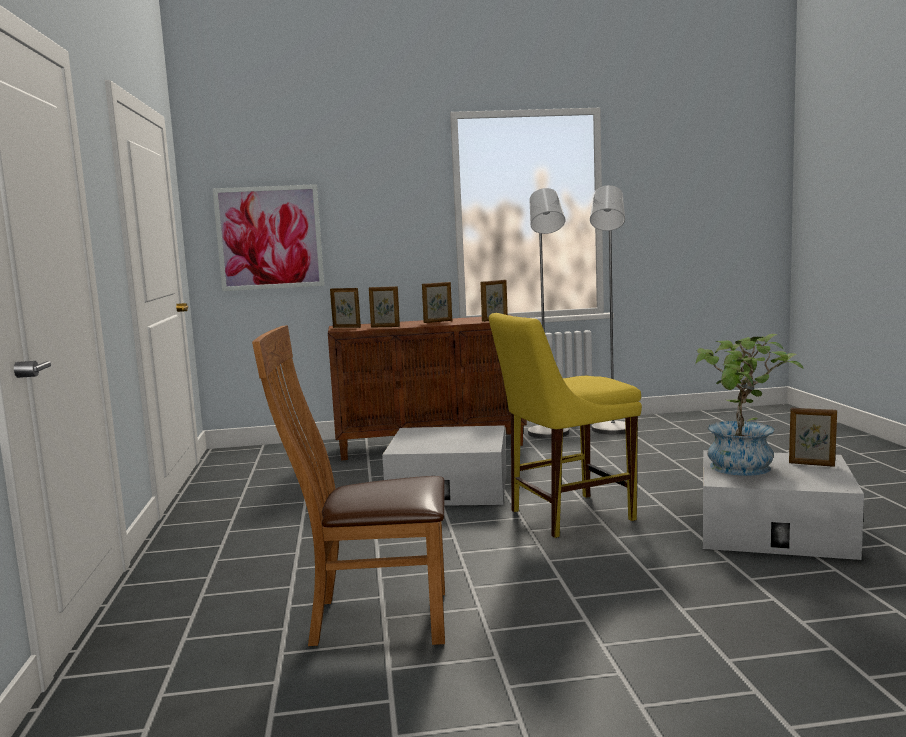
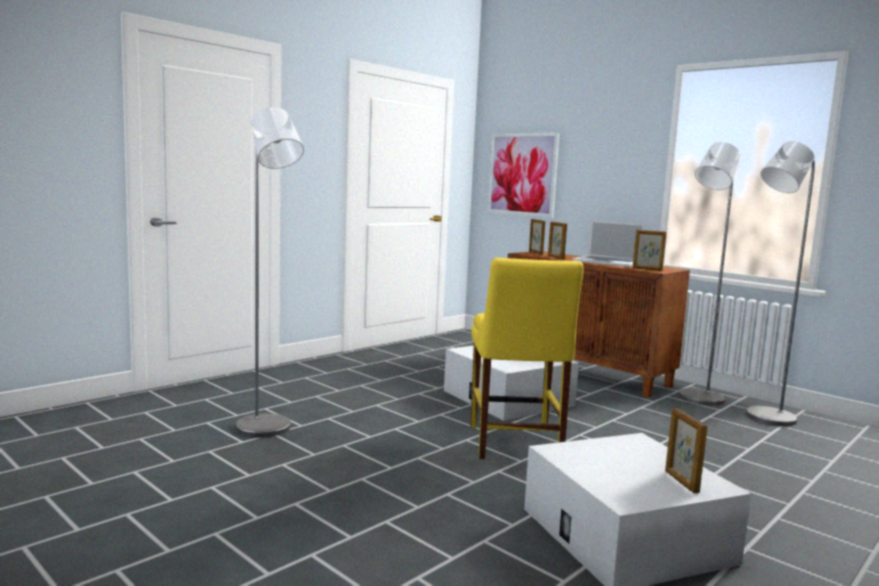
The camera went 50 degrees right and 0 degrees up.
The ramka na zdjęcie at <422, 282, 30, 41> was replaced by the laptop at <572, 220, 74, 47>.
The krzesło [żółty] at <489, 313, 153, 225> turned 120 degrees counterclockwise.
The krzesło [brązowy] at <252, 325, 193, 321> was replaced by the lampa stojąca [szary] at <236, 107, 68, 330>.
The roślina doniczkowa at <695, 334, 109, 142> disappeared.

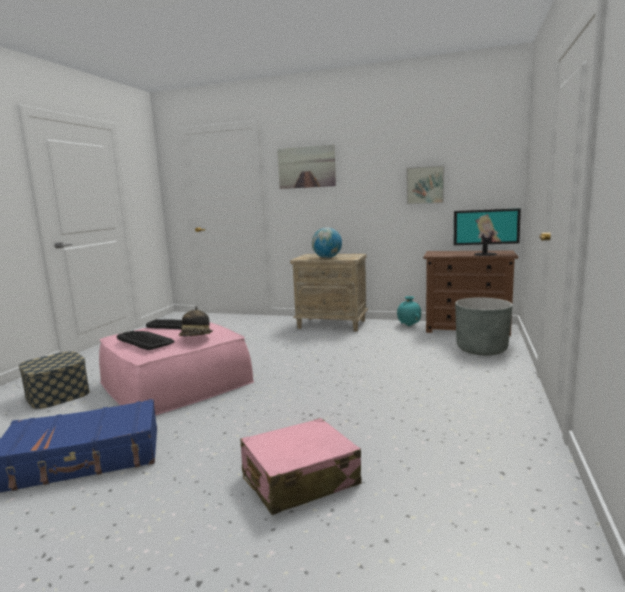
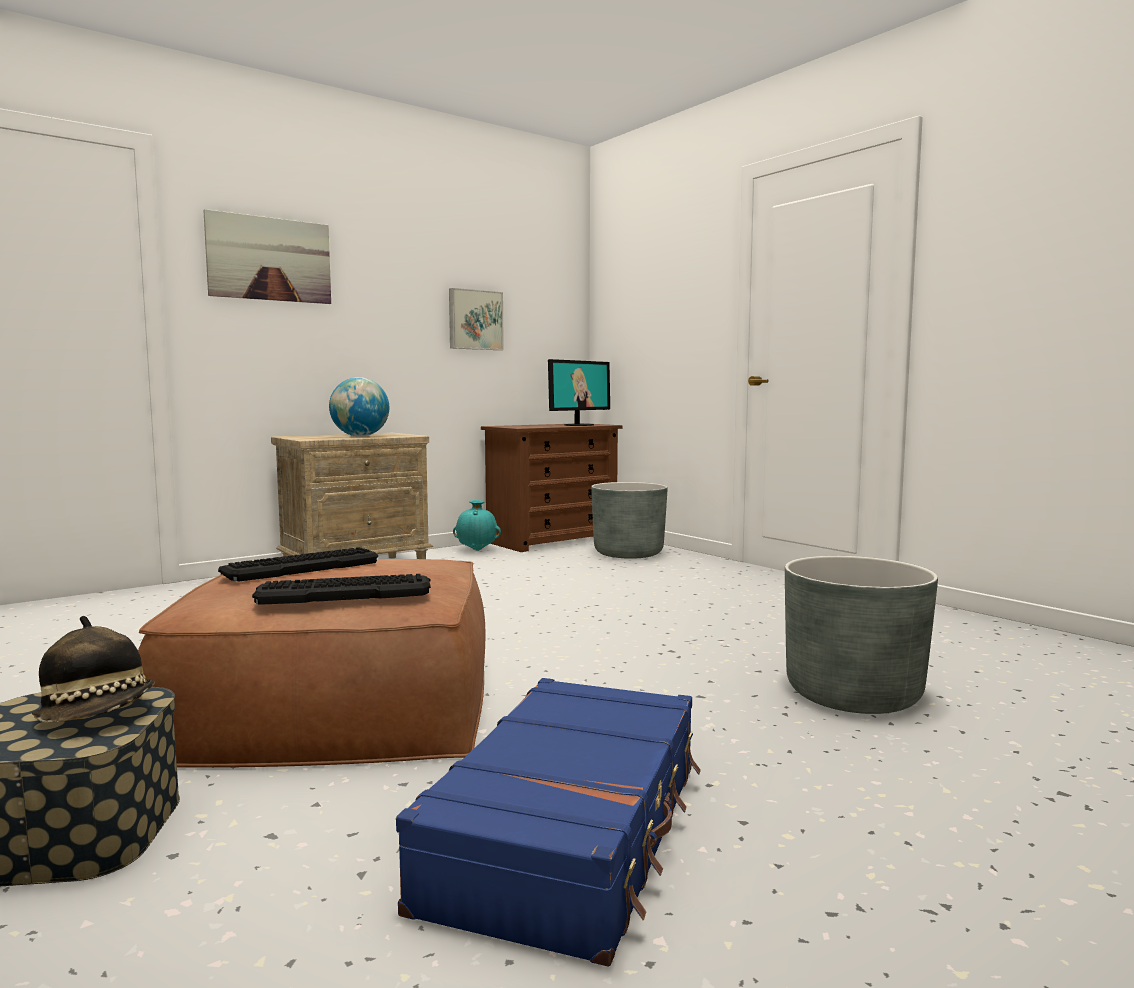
The camera went 55 degrees left and 5 degrees down.
The kapelusz moved from <179, 306, 34, 30> to <32, 616, 123, 106>.
The pufa [różowy] at <99, 322, 155, 94> became the pufa [brązowy] at <138, 559, 347, 209>.
The walizka [różowy] at <240, 418, 122, 97> was replaced by the donica [szary] at <785, 556, 153, 158>.

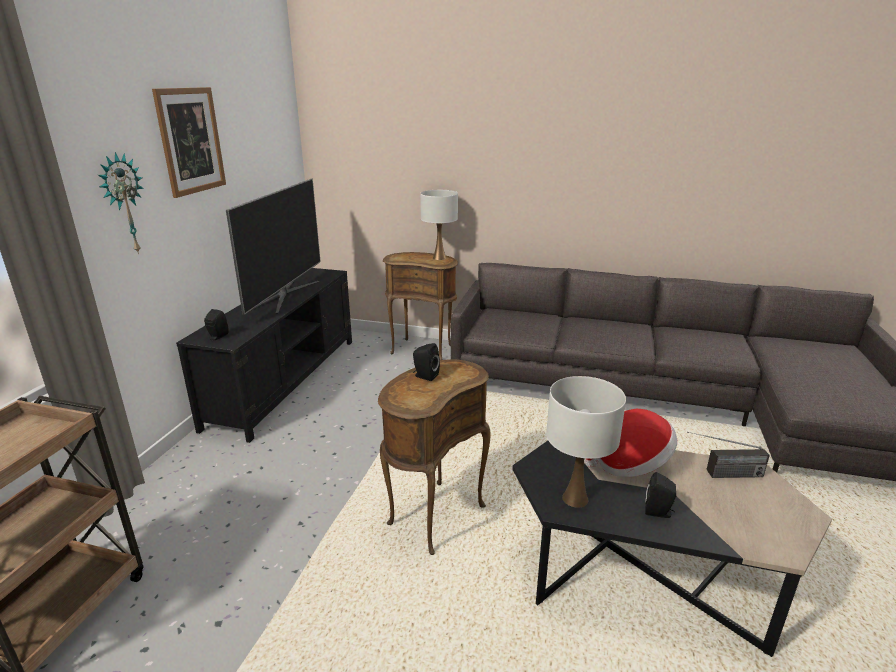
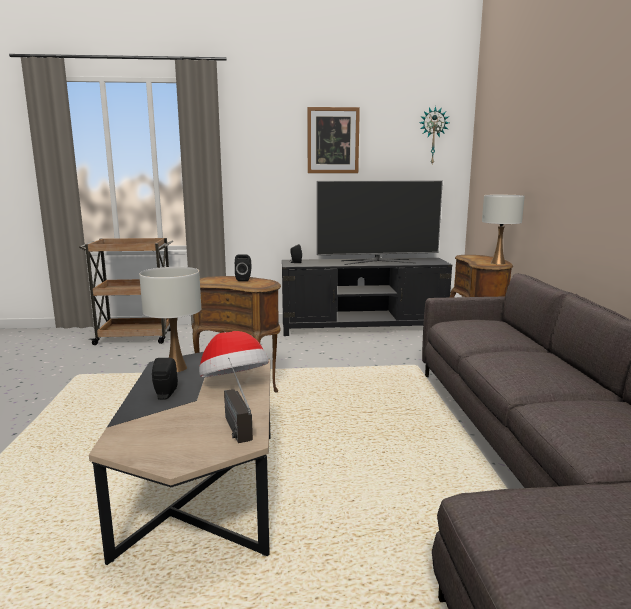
The camera went 70 degrees right and 10 degrees down.
The zegar ścienny moved from <98, 152, 46, 102> to <420, 106, 29, 58>.

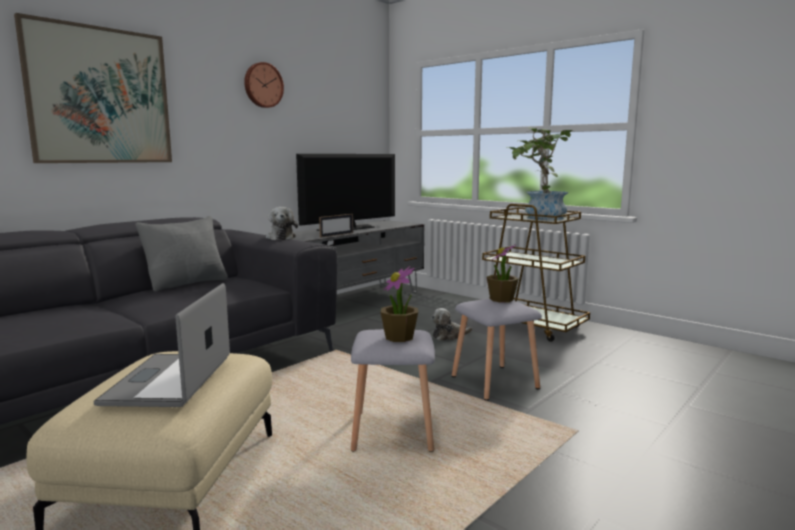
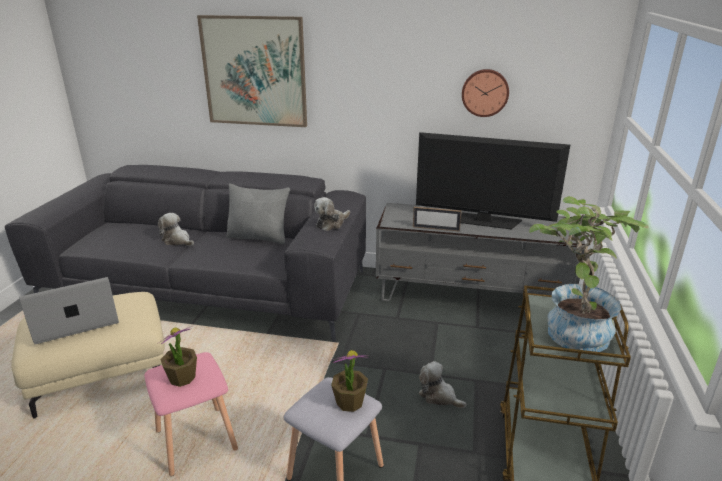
The camera went 60 degrees right and 15 degrees up.
The zegar ścienny moved from <244, 62, 40, 46> to <462, 69, 47, 48>.
The stołek [szary] at <351, 329, 84, 123> became the stołek [różowy] at <144, 352, 94, 124>.
The pluszak at <158, 213, 36, 33> appeared.

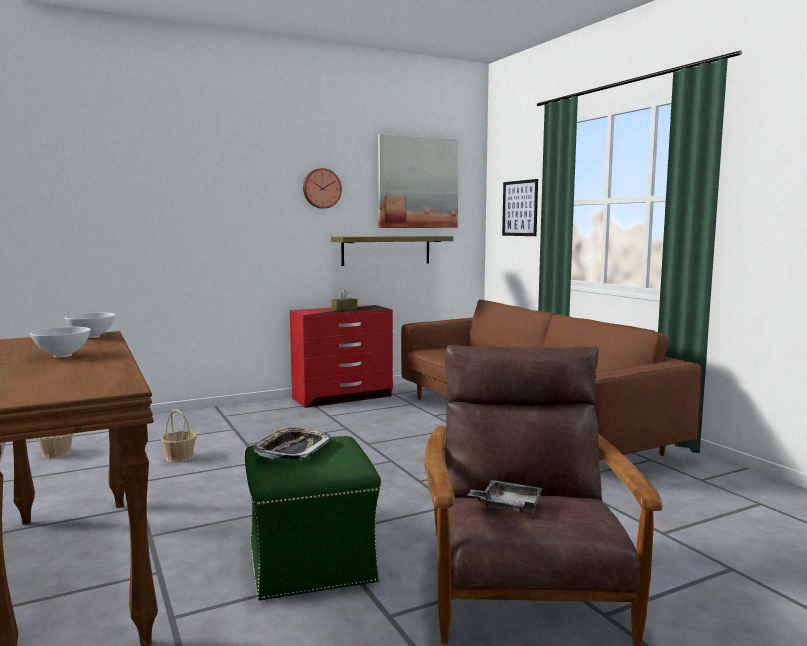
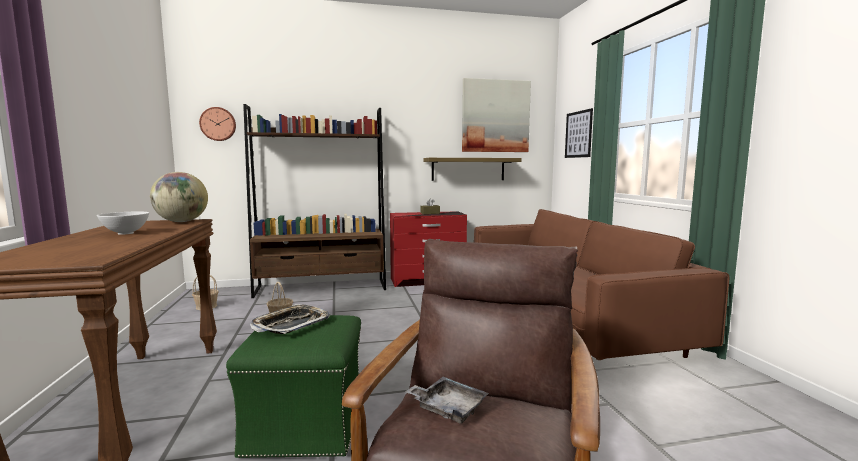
The camera went 15 degrees right and 0 degrees up.
The zegar ścienny moved from <303, 168, 39, 41> to <199, 107, 37, 34>.
The miska [biały] at <65, 313, 51, 25> was replaced by the globus at <150, 172, 58, 50>.
The regał [brązowy] at <243, 104, 143, 194> appeared.

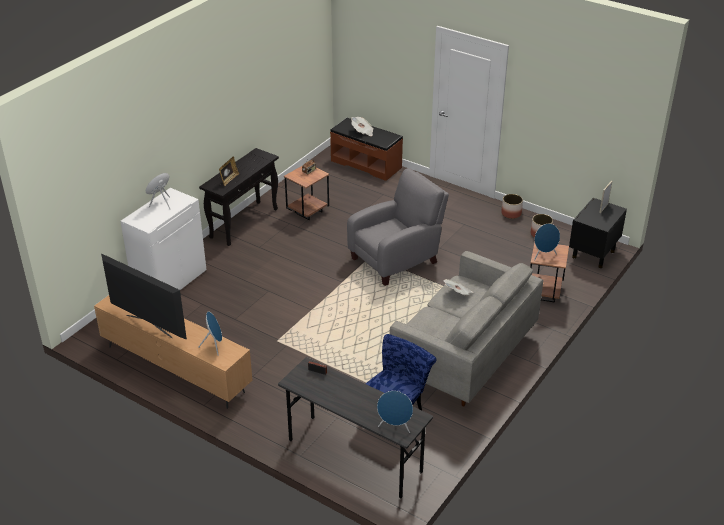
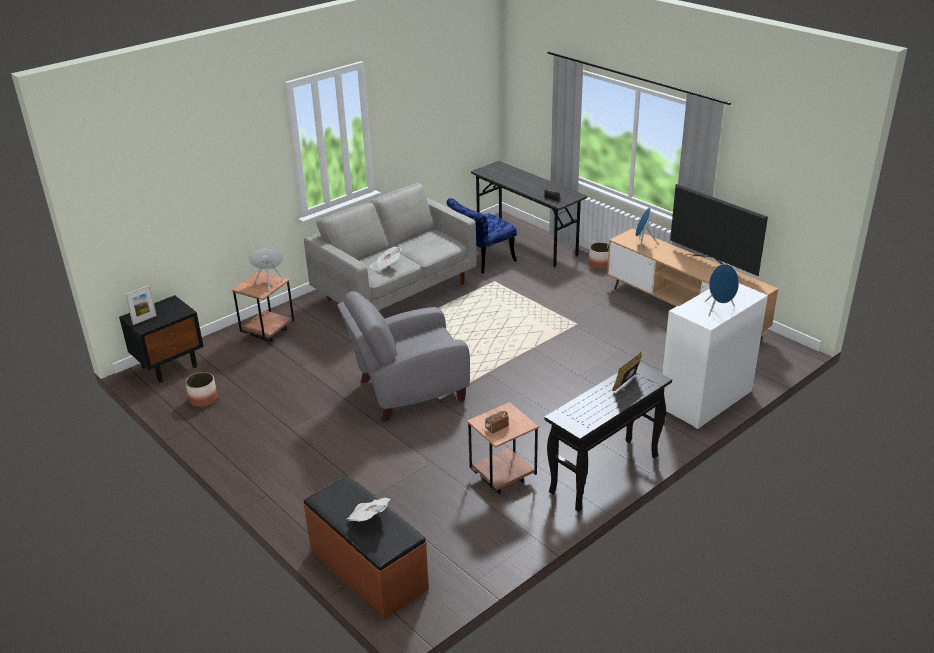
The camera went 165 degrees left and 5 degrees down.
The donica moved from <501, 194, 22, 25> to <588, 242, 21, 28>.
The głośnik [niebieski] at <377, 391, 36, 42> disappeared.

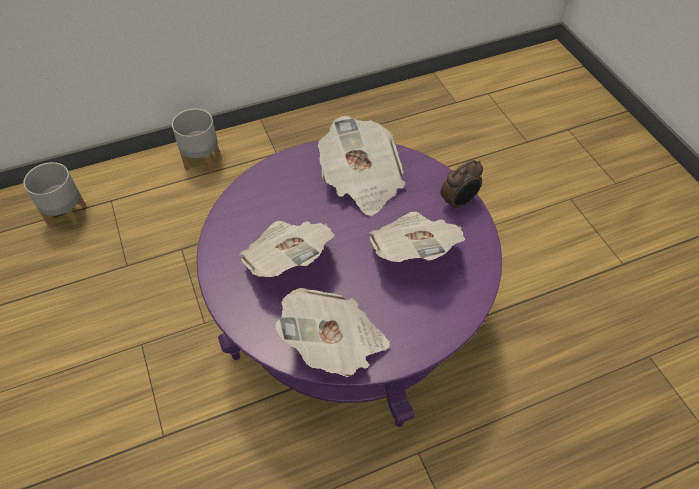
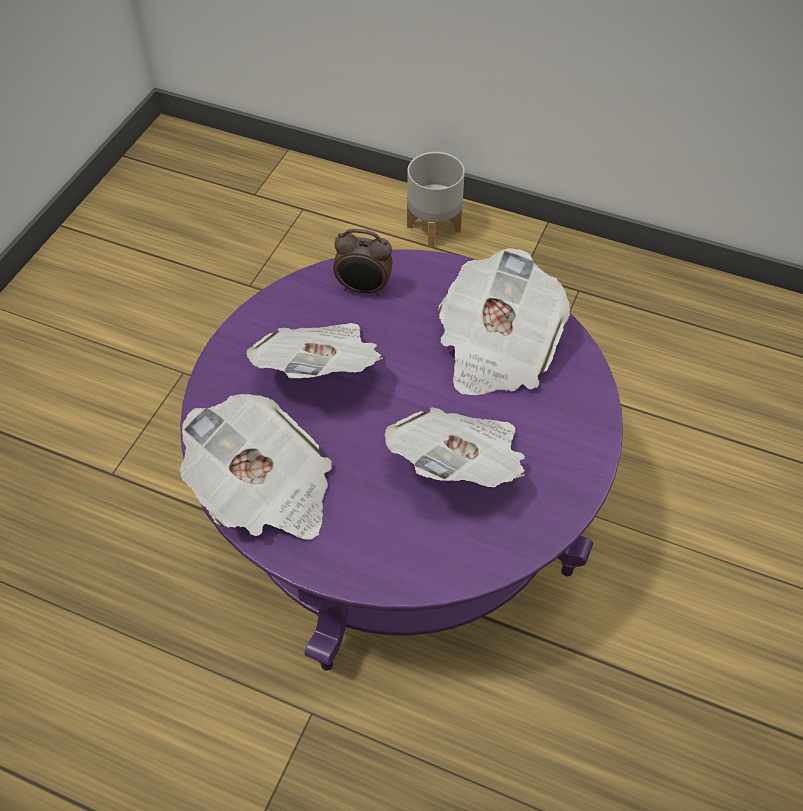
The camera went 45 degrees right and 0 degrees up.
The budzik moved from <441, 159, 42, 52> to <333, 229, 59, 67>.
The donica [szary] at <23, 162, 63, 66> disappeared.

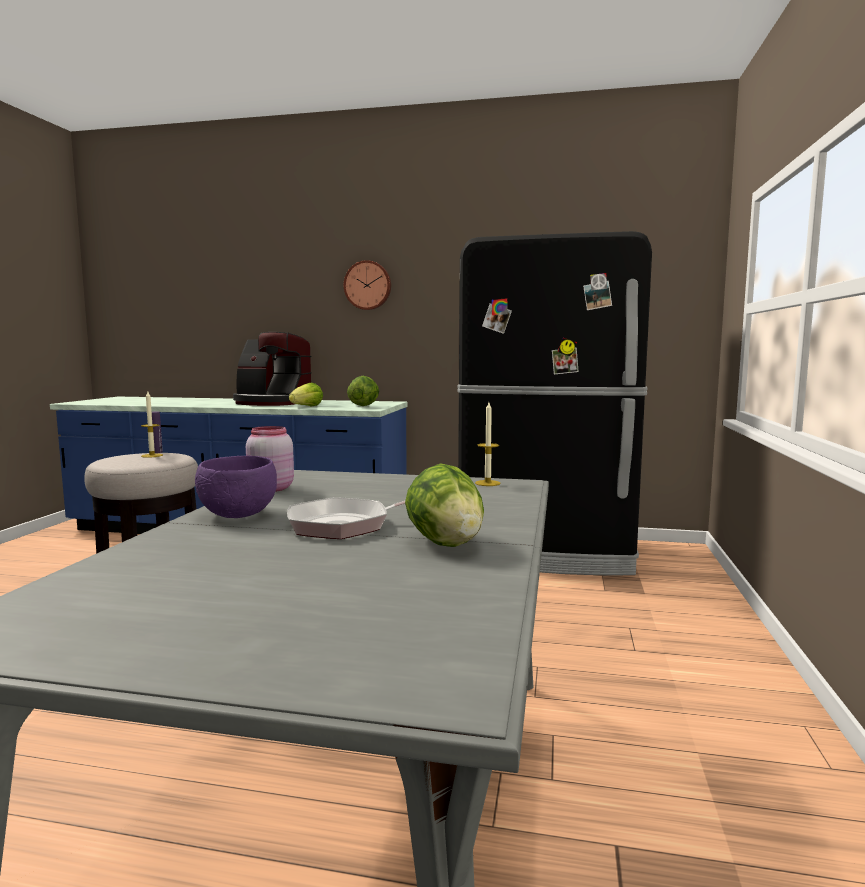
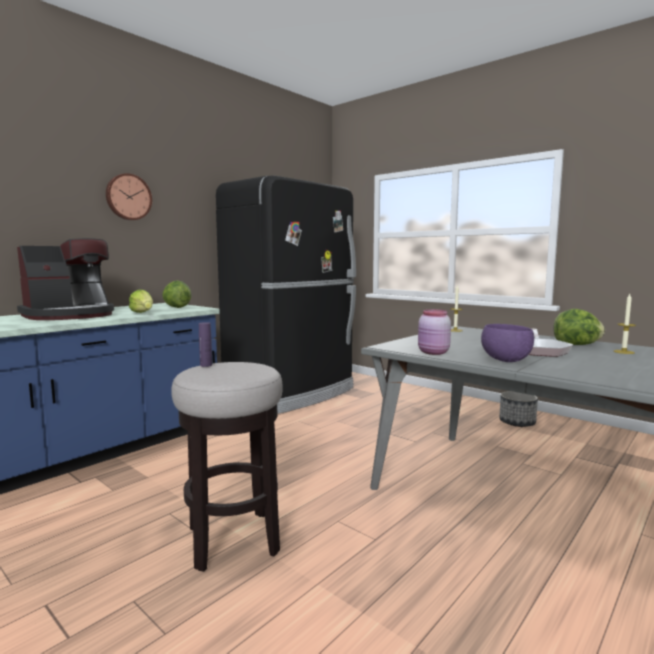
The camera went 60 degrees left and 0 degrees up.
The świeca moved from <141, 392, 22, 66> to <614, 294, 22, 60>.
The donica at <499, 391, 39, 36> appeared.

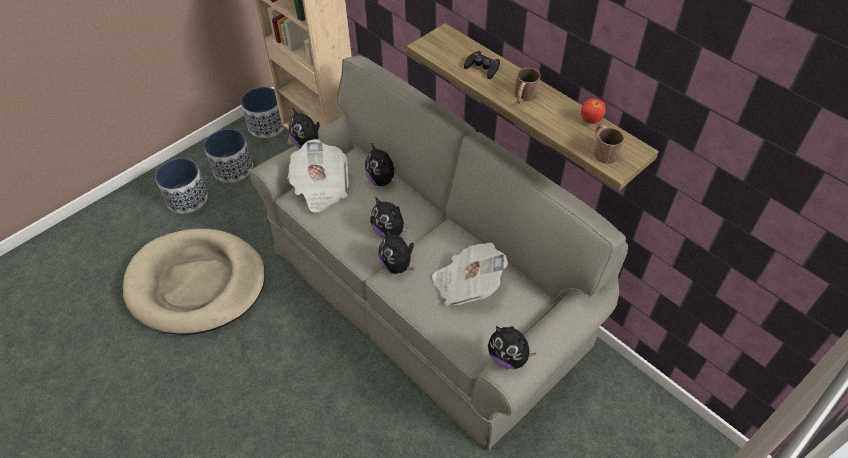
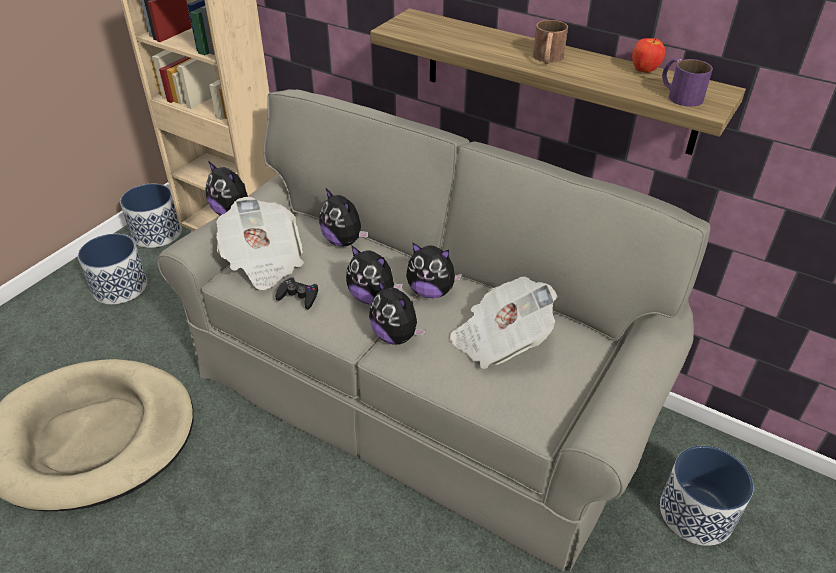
The camera went 15 degrees left and 10 degrees down.
The pad do gier [czarny] moved from <464, 51, 36, 28> to <276, 277, 42, 32>.
The kubek [brązowy] at <594, 125, 30, 39> became the kubek [fioletowy] at <662, 58, 51, 49>.
The donica moved from <155, 158, 53, 56> to <660, 446, 93, 100>.
The pluszak moved from <488, 326, 49, 43> to <406, 243, 56, 55>.

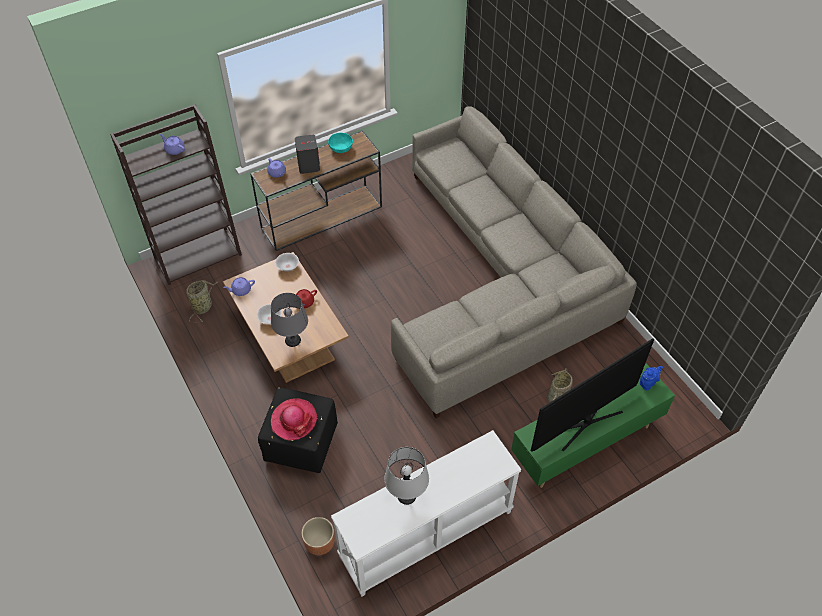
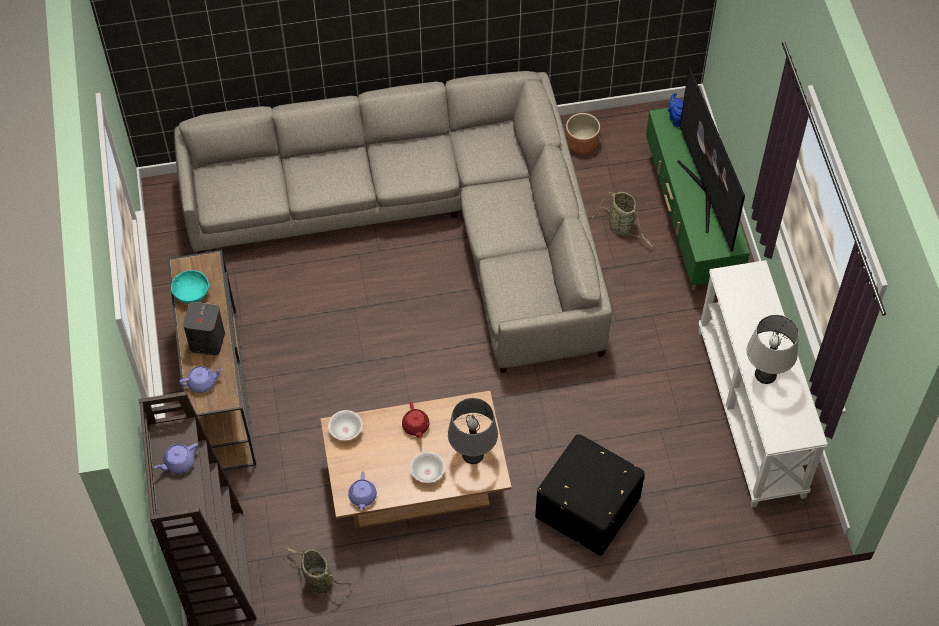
The camera went 70 degrees left and 5 degrees up.
The kapelusz at <271, 398, 47, 43> disappeared.
The donica [brązowy] moved from <301, 517, 34, 38> to <566, 113, 34, 41>.

